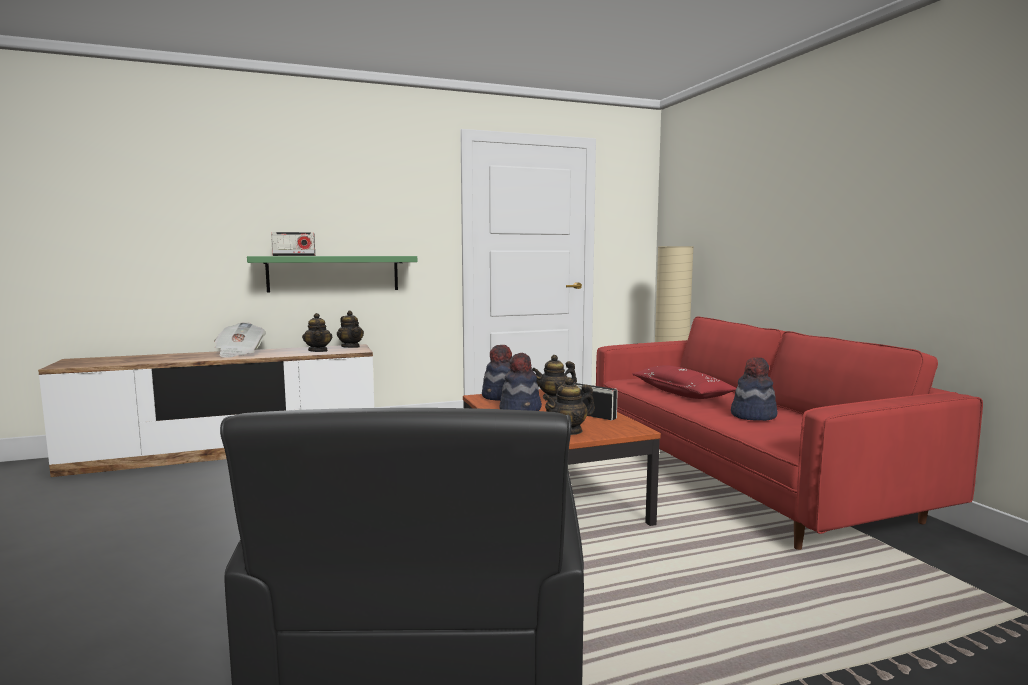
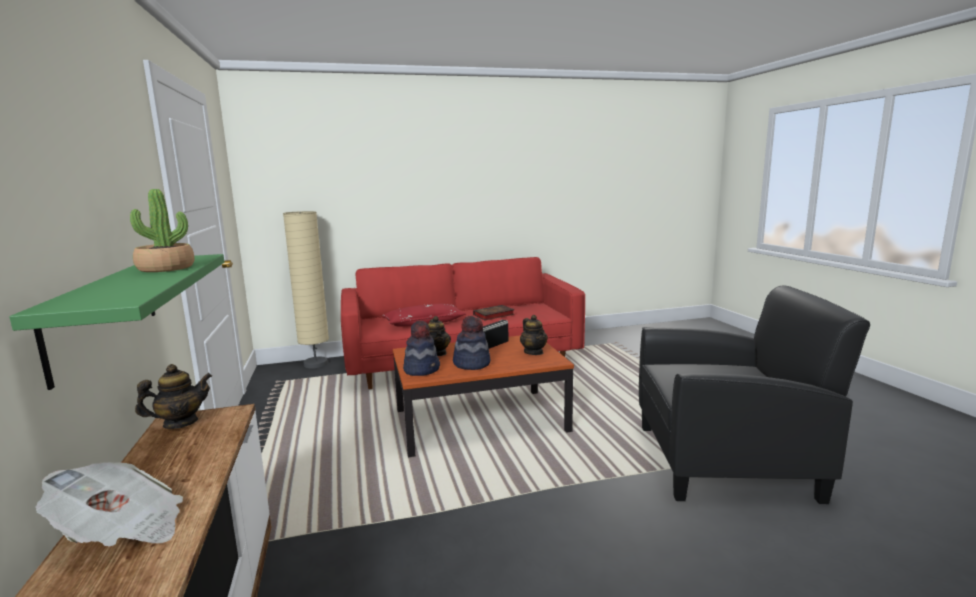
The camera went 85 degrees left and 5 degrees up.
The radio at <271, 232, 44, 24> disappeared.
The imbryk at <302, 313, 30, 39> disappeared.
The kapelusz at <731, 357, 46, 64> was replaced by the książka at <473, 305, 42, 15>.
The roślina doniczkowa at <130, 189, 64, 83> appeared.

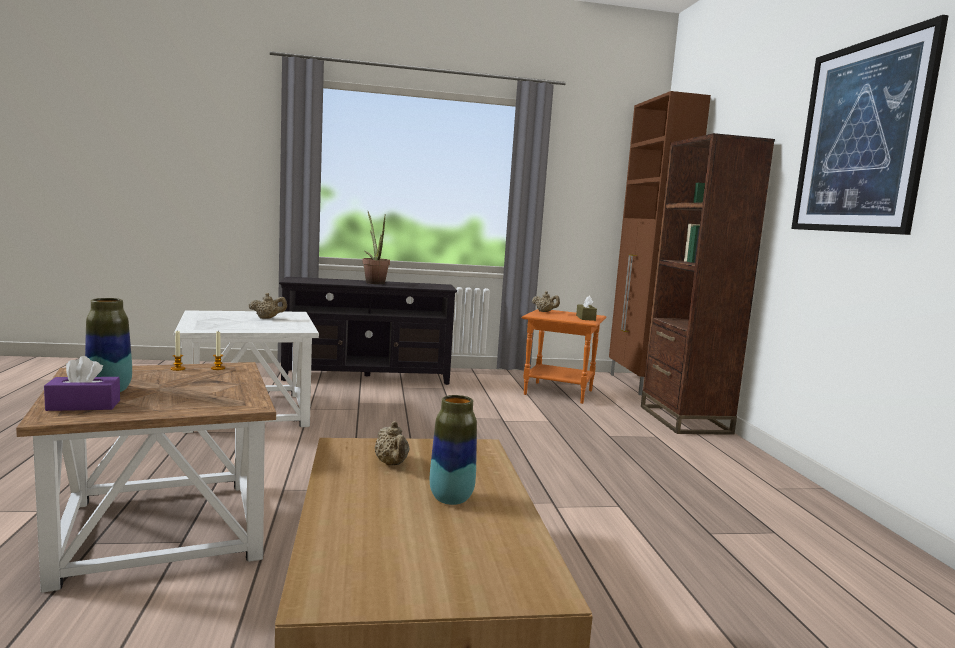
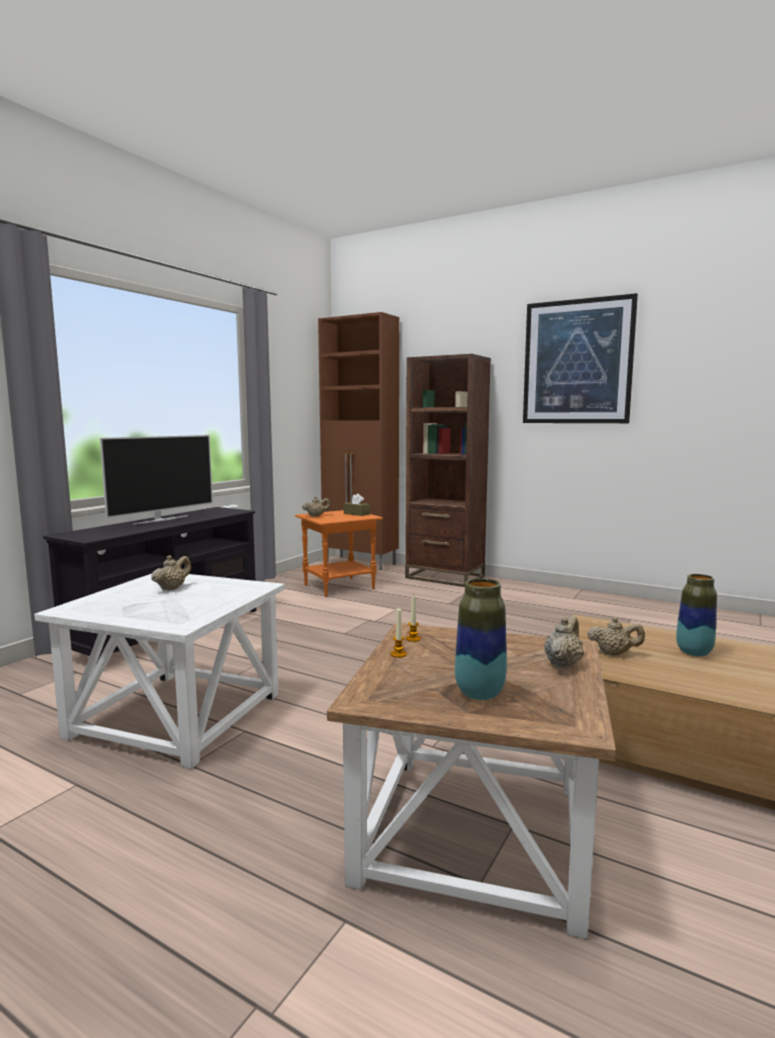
The camera went 50 degrees left and 0 degrees up.
The roślina doniczkowa at <362, 212, 28, 72> was replaced by the telewizor at <100, 435, 113, 90>.
The pudełko chusteczek [fioletowy] at <44, 356, 76, 55> disappeared.
The imbryk [beżowy] at <544, 616, 40, 53> appeared.

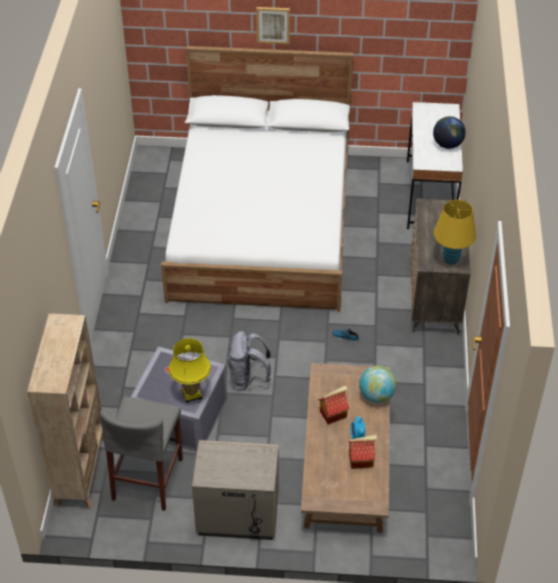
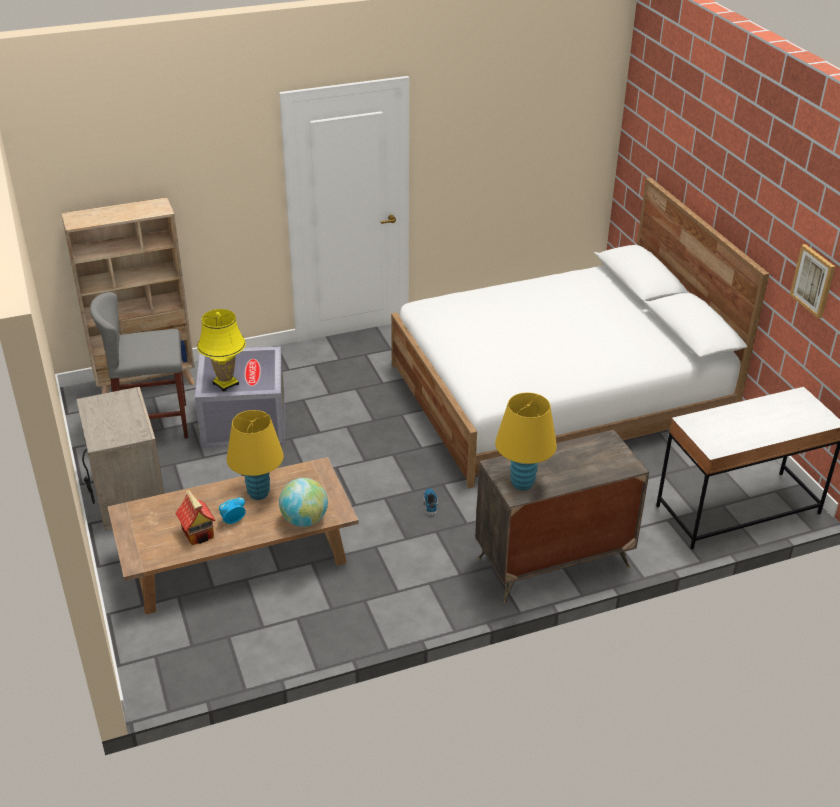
The camera went 65 degrees right and 10 degrees down.
The obraz moved from <256, 7, 34, 37> to <790, 244, 45, 74>.
The globus at <433, 116, 33, 33> disappeared.
The plecak [szary] at <228, 331, 43, 59> disappeared.
The domek at <318, 386, 31, 38> was replaced by the lampa stołowa [żółty] at <227, 410, 57, 90>.

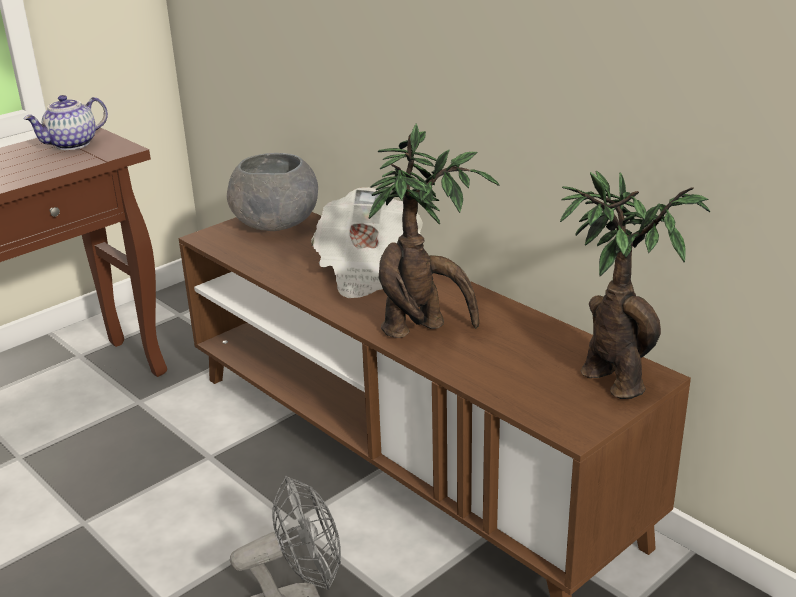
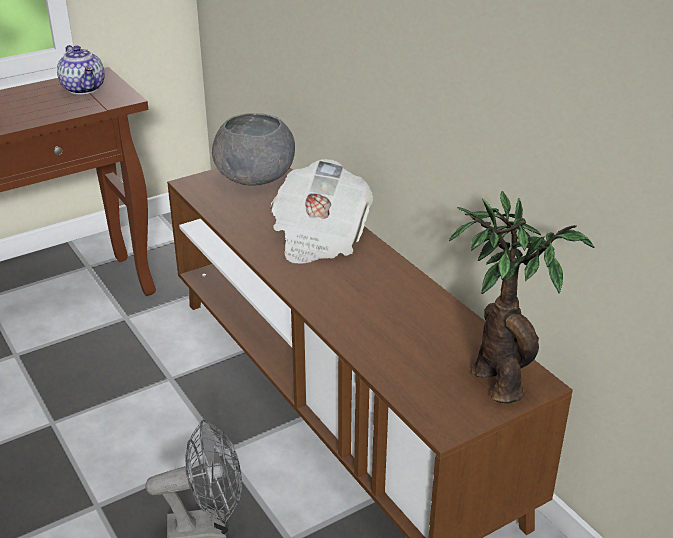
The camera went 10 degrees right and 5 degrees up.
The imbryk at <23, 95, 85, 55> turned 90 degrees counterclockwise.
The roślina doniczkowa at <369, 123, 131, 215> disappeared.

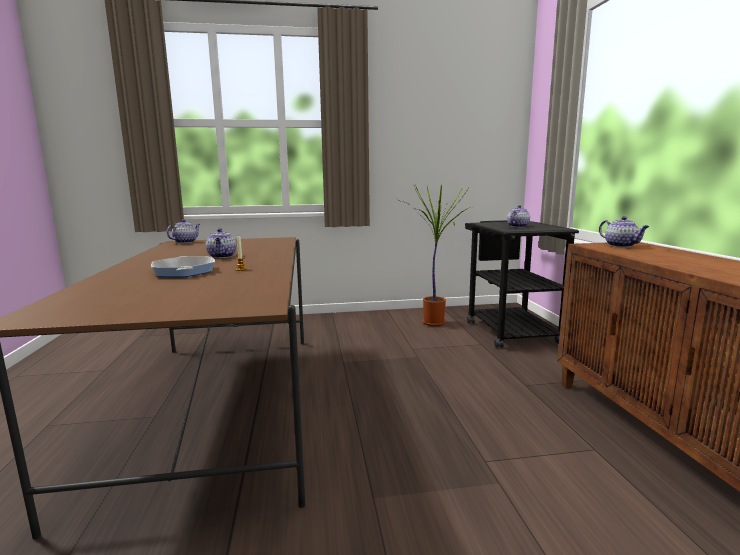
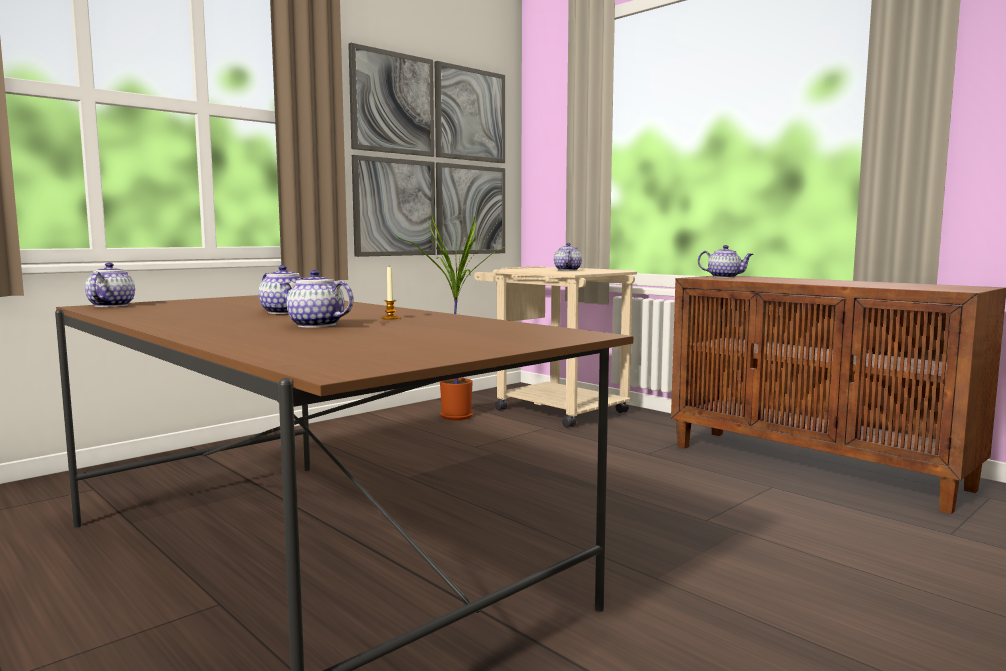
The camera went 35 degrees left and 5 degrees down.
The wózek [czarny] at <465, 220, 114, 128> became the wózek [beżowy] at <474, 266, 163, 162>.
The patelnia at <151, 256, 64, 21> was replaced by the imbryk at <280, 270, 73, 58>.
The obraz at <348, 43, 157, 214> appeared.

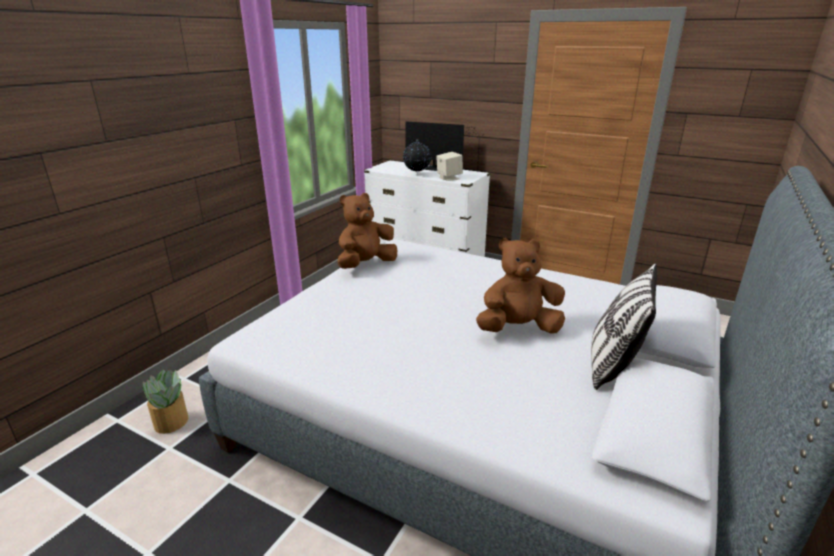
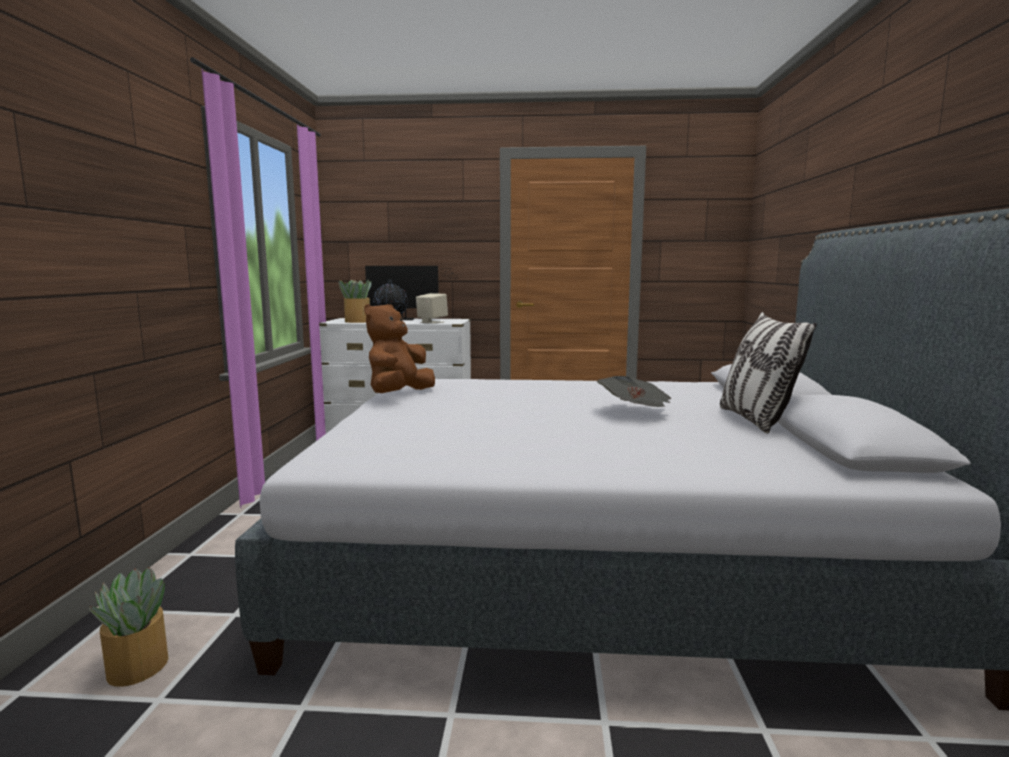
The camera went 25 degrees left and 15 degrees down.
The pluszak [brązowy] at <476, 238, 89, 96> was replaced by the gazeta at <597, 376, 74, 31>.
The roślina doniczkowa at <339, 279, 32, 44> appeared.

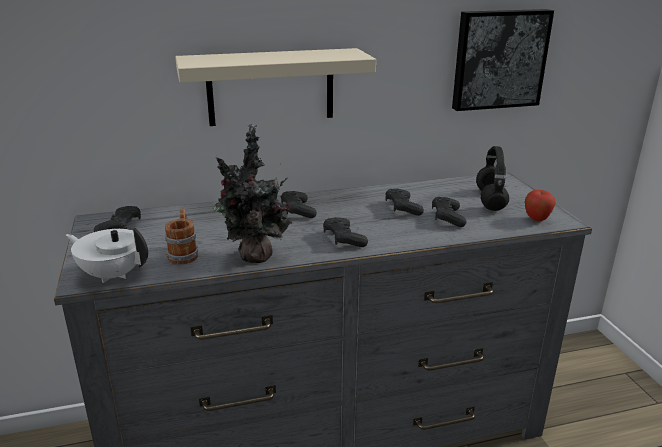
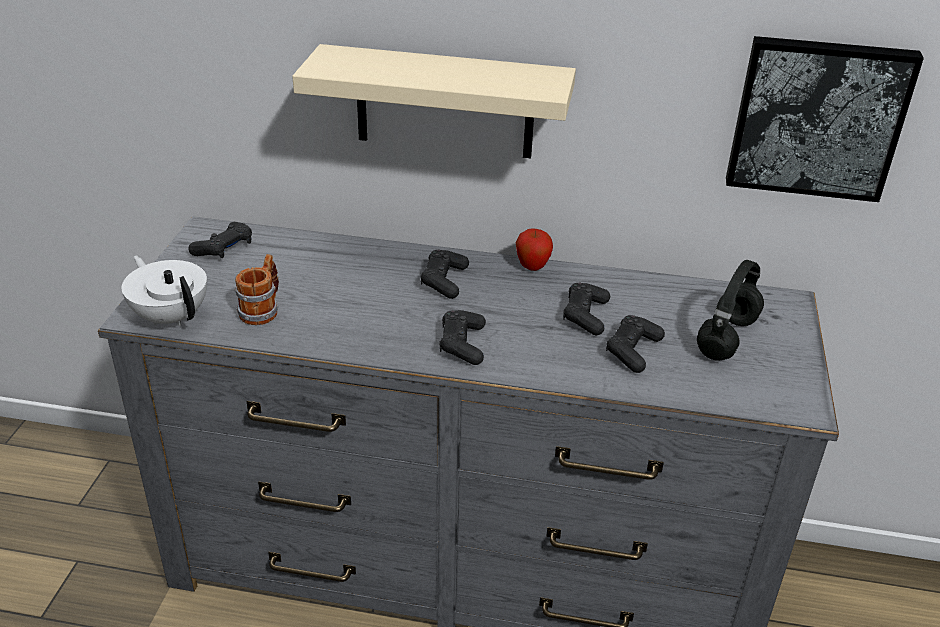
The camera went 25 degrees right and 10 degrees up.
The roślina doniczkowa at <213, 124, 80, 139> disappeared.
The jabłko moved from <525, 190, 31, 31> to <516, 228, 37, 43>.

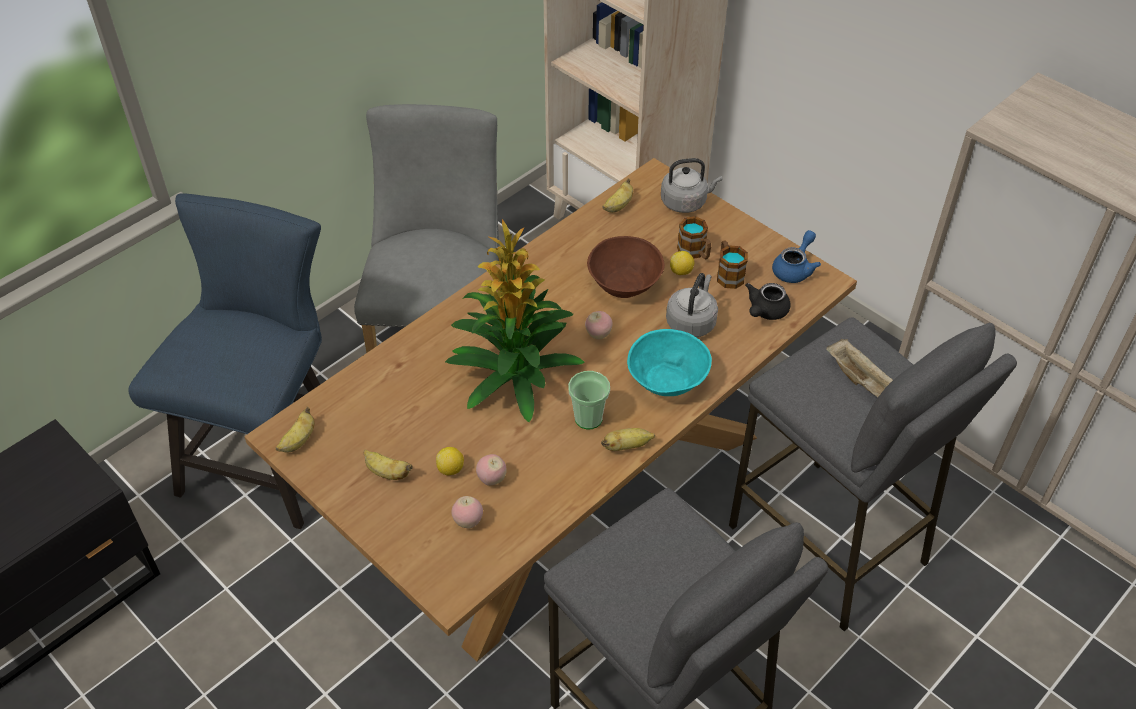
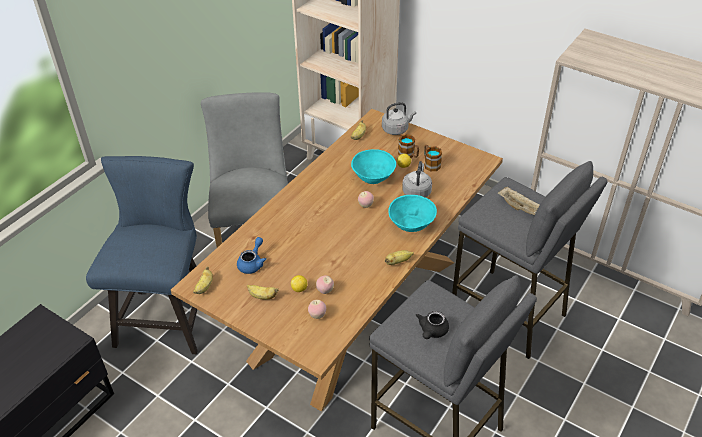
The camera went 10 degrees left and 5 degrees down.
The roślina doniczkowa at <445, 219, 140, 203> disappeared.
The imbryk [niebieski] moved from <772, 230, 49, 53> to <237, 237, 29, 37>.
The miska [brązowy] at <587, 236, 78, 62> became the miska [turkusowy] at <351, 149, 45, 35>.
The imbryk [czarny] moved from <745, 283, 46, 37> to <416, 311, 33, 28>.
The filiżanka at <568, 371, 42, 58> disappeared.

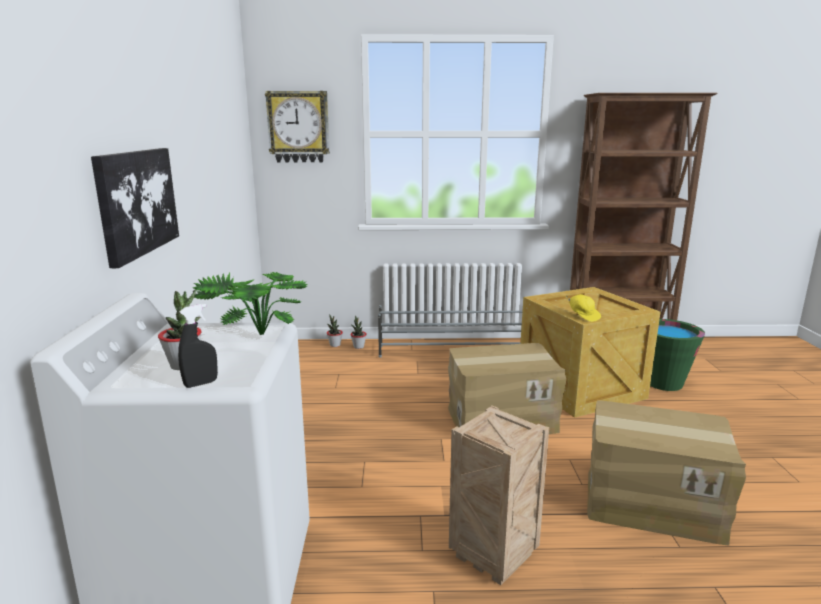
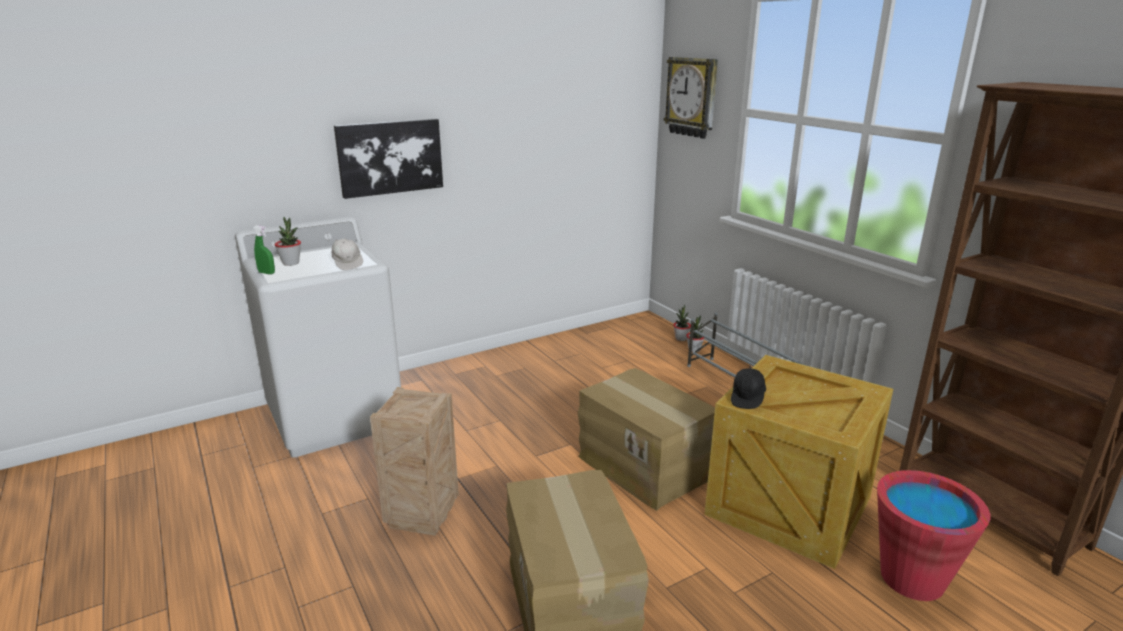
The camera went 60 degrees right and 5 degrees up.
The roślina doniczkowa at <193, 272, 114, 63> was replaced by the czapka z daszkiem [biały] at <332, 238, 31, 32>.
The czapka z daszkiem [żółty] at <566, 294, 35, 28> became the czapka z daszkiem [czarny] at <731, 365, 35, 44>.
The spryskiwacz [czarny] at <178, 304, 40, 84> became the spryskiwacz [zielony] at <253, 225, 22, 49>.
The wiadro [zielony] at <650, 319, 55, 72> became the wiadro [czerwony] at <877, 470, 113, 131>.

